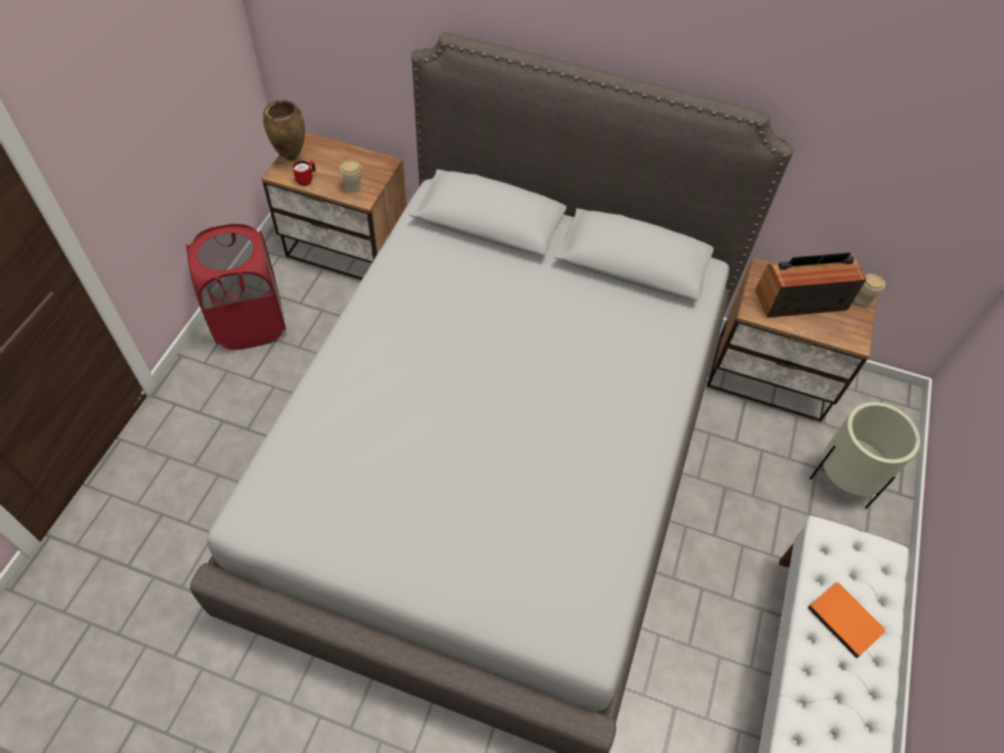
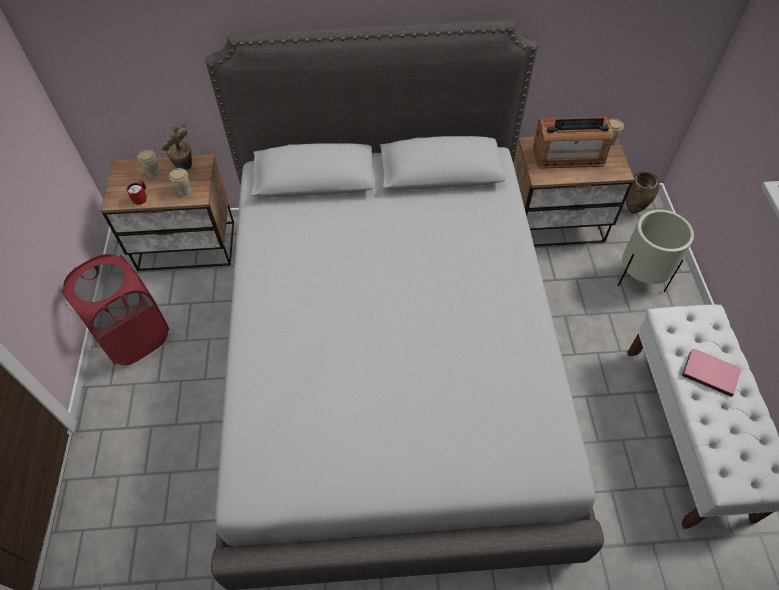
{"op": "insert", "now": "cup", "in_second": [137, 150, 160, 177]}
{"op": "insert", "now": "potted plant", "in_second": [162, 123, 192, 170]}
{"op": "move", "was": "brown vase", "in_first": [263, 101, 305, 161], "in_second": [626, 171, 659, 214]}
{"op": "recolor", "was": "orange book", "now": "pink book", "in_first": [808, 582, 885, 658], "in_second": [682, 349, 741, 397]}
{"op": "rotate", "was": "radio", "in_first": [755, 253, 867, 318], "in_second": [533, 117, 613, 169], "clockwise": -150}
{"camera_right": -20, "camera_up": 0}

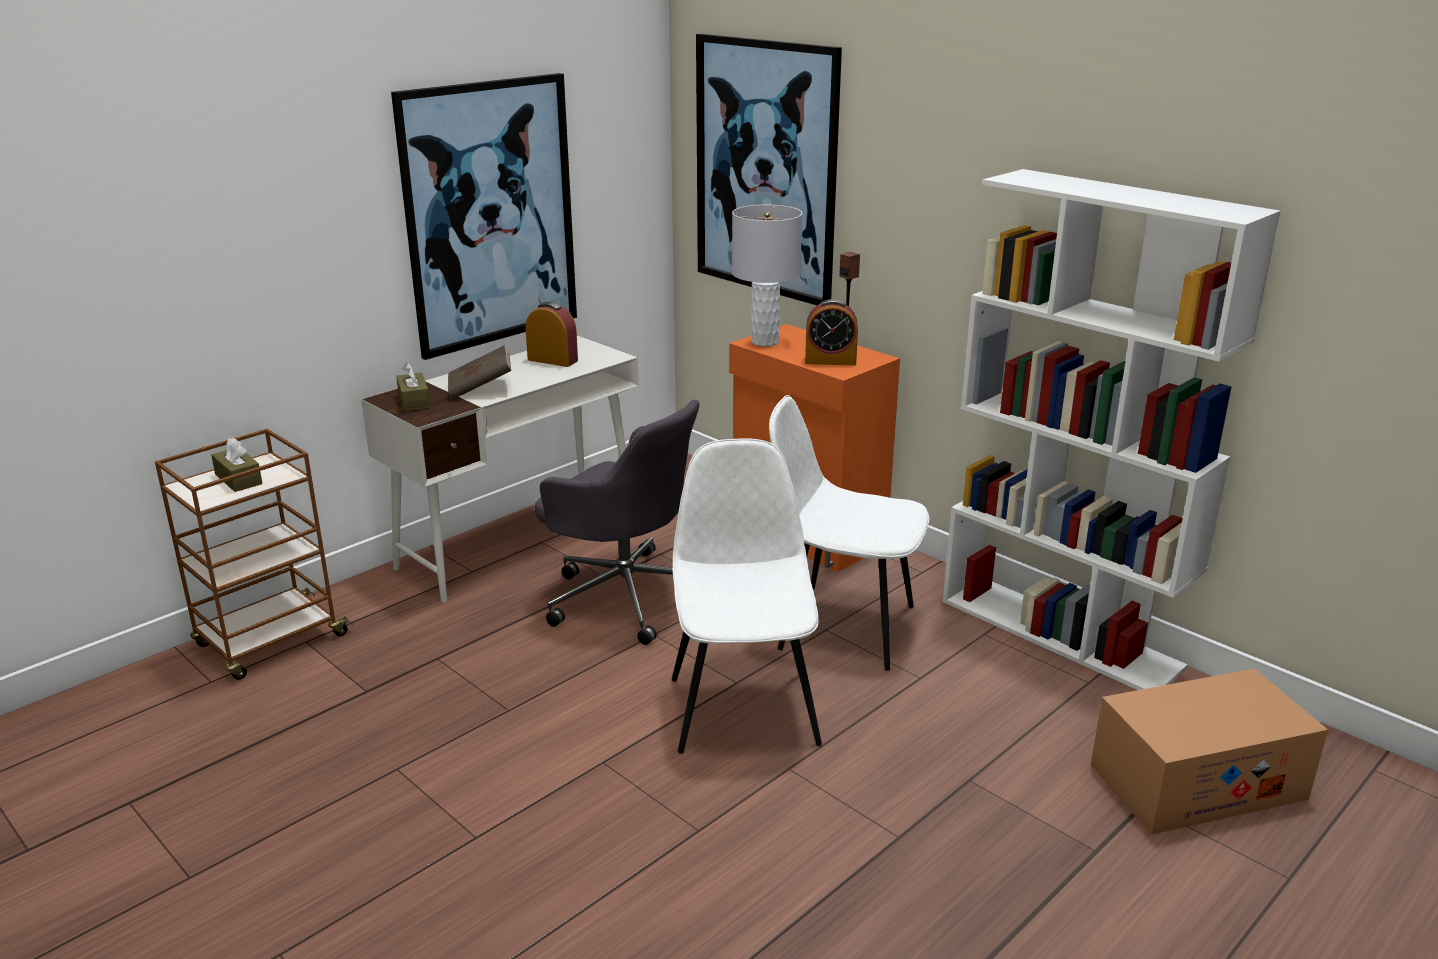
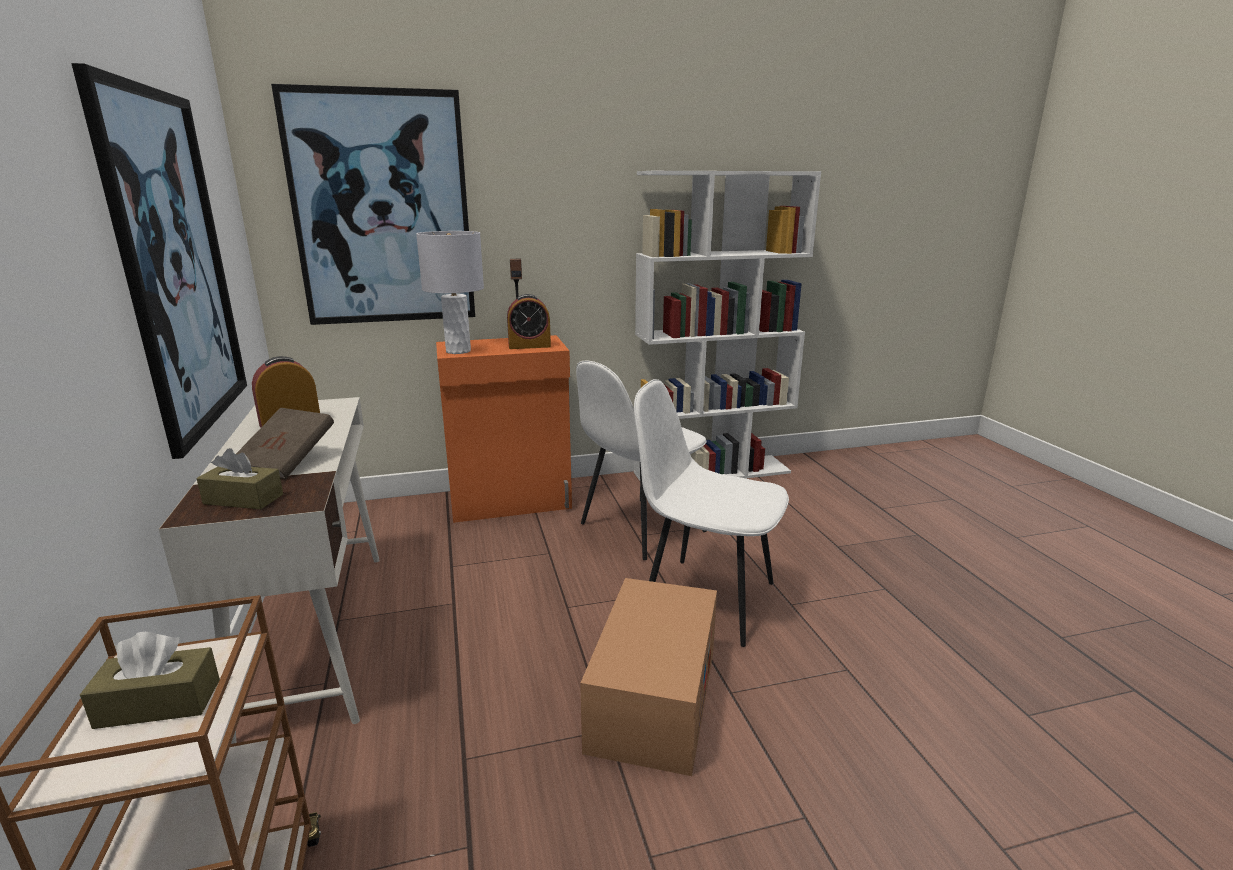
{"op": "delete", "was": "grey office chair", "in_first": [535, 400, 700, 645]}
{"op": "move", "was": "cardboard box", "in_first": [1091, 668, 1328, 835], "in_second": [580, 578, 717, 776]}
{"op": "rotate", "was": "alarm clock", "in_first": [805, 299, 858, 365], "in_second": [507, 294, 551, 349], "clockwise": 45}
{"camera_right": -60, "camera_up": -5}

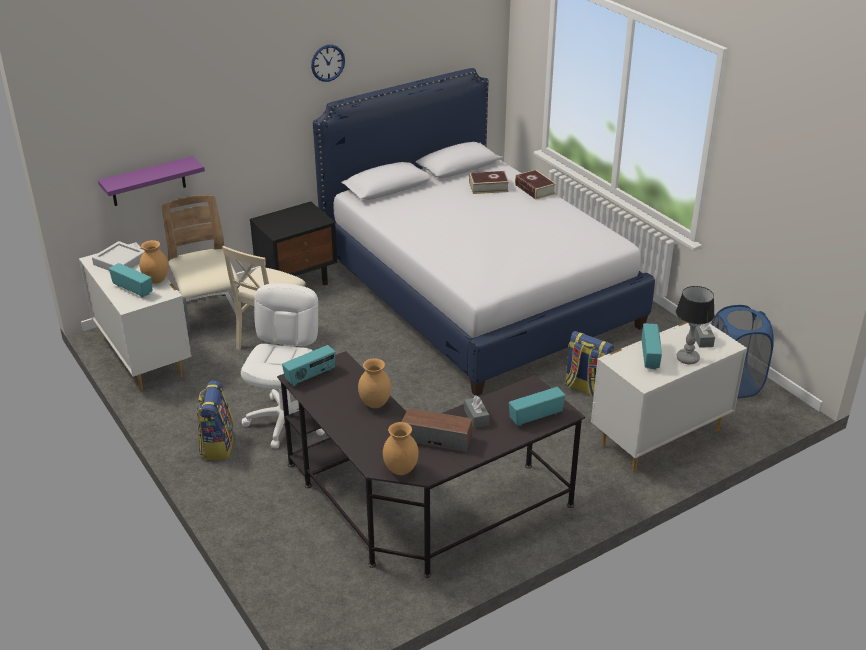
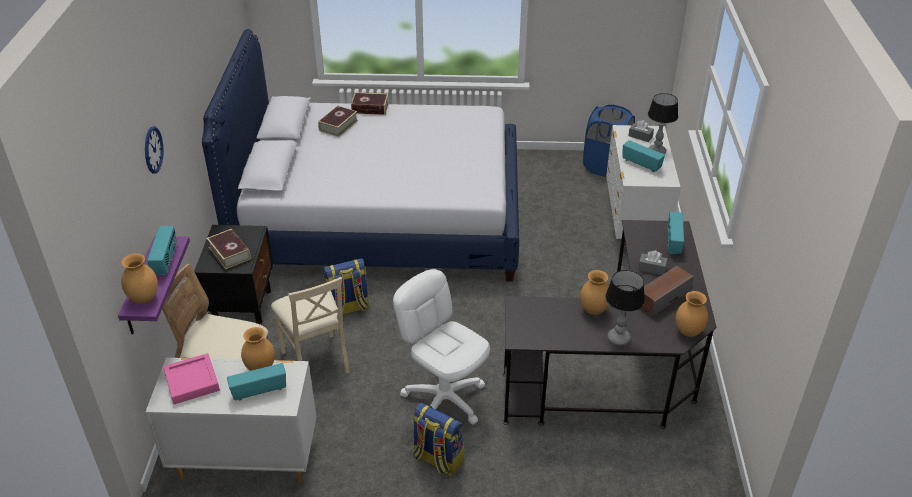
{"op": "insert", "now": "brown vase", "in_second": [121, 253, 158, 304]}
{"op": "insert", "now": "book", "in_second": [207, 229, 251, 269]}
{"op": "insert", "now": "table lamp", "in_second": [605, 270, 645, 346]}
{"op": "move", "was": "radio", "in_first": [282, 345, 336, 386], "in_second": [147, 226, 177, 275]}
{"op": "move", "was": "wall clock", "in_first": [311, 45, 345, 82], "in_second": [145, 127, 164, 174]}
{"op": "move", "was": "backpack", "in_first": [564, 331, 614, 397], "in_second": [323, 258, 370, 314]}
{"op": "recolor", "was": "grey tray", "now": "pink tray", "in_first": [92, 241, 145, 271], "in_second": [163, 353, 220, 404]}
{"camera_right": -55, "camera_up": 5}

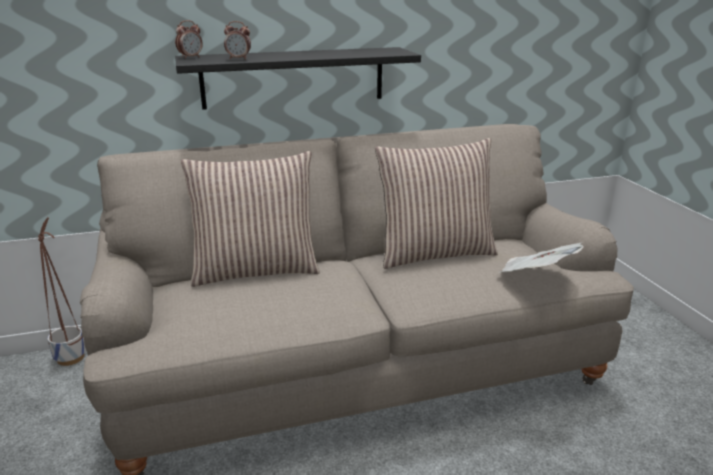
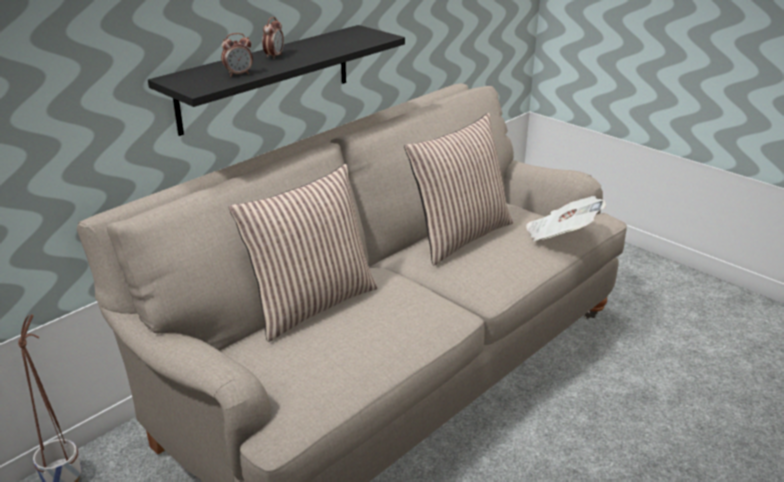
{"op": "move", "was": "alarm clock", "in_first": [175, 20, 203, 59], "in_second": [262, 17, 284, 59]}
{"camera_right": -30, "camera_up": 5}

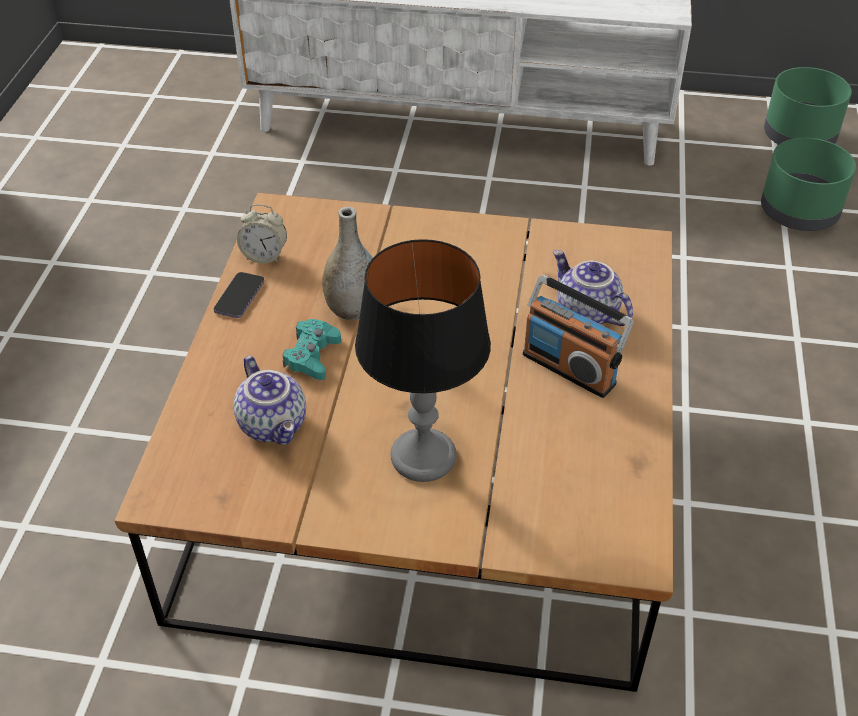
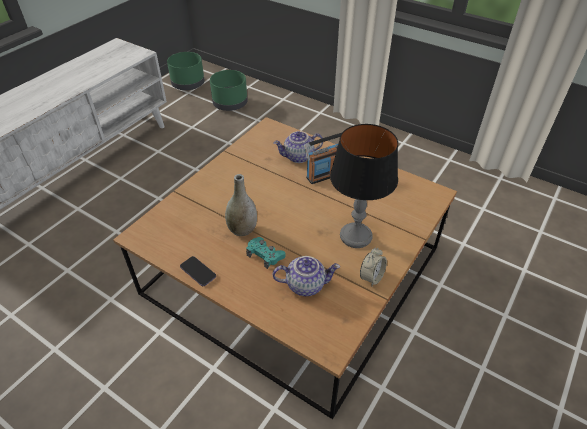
{"op": "move", "was": "alarm clock", "in_first": [237, 204, 287, 264], "in_second": [360, 247, 387, 286]}
{"camera_right": -65, "camera_up": 0}

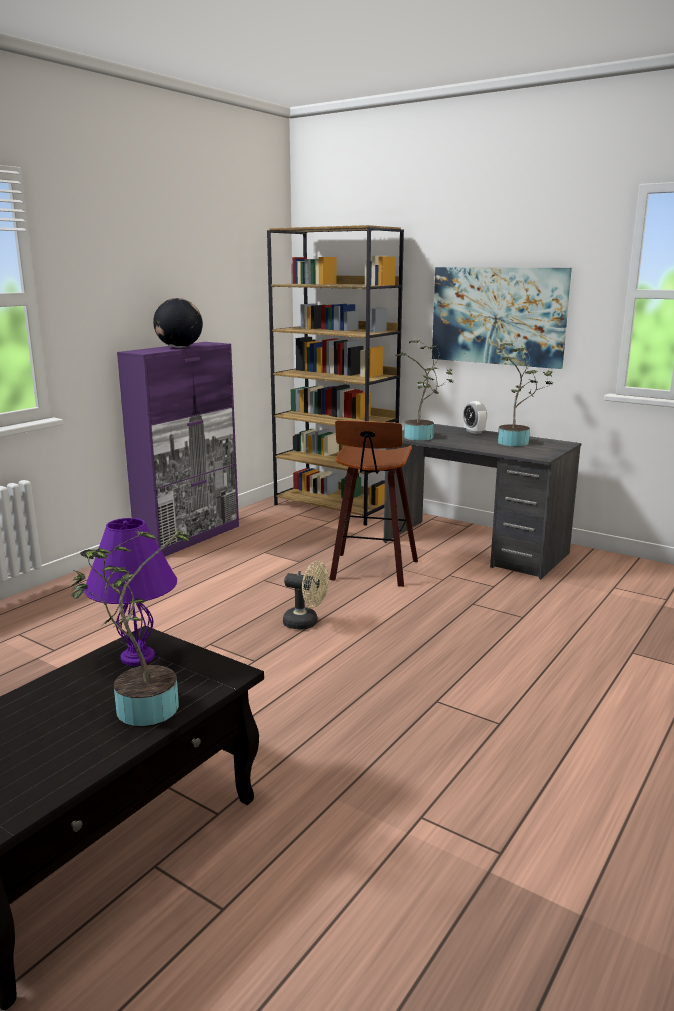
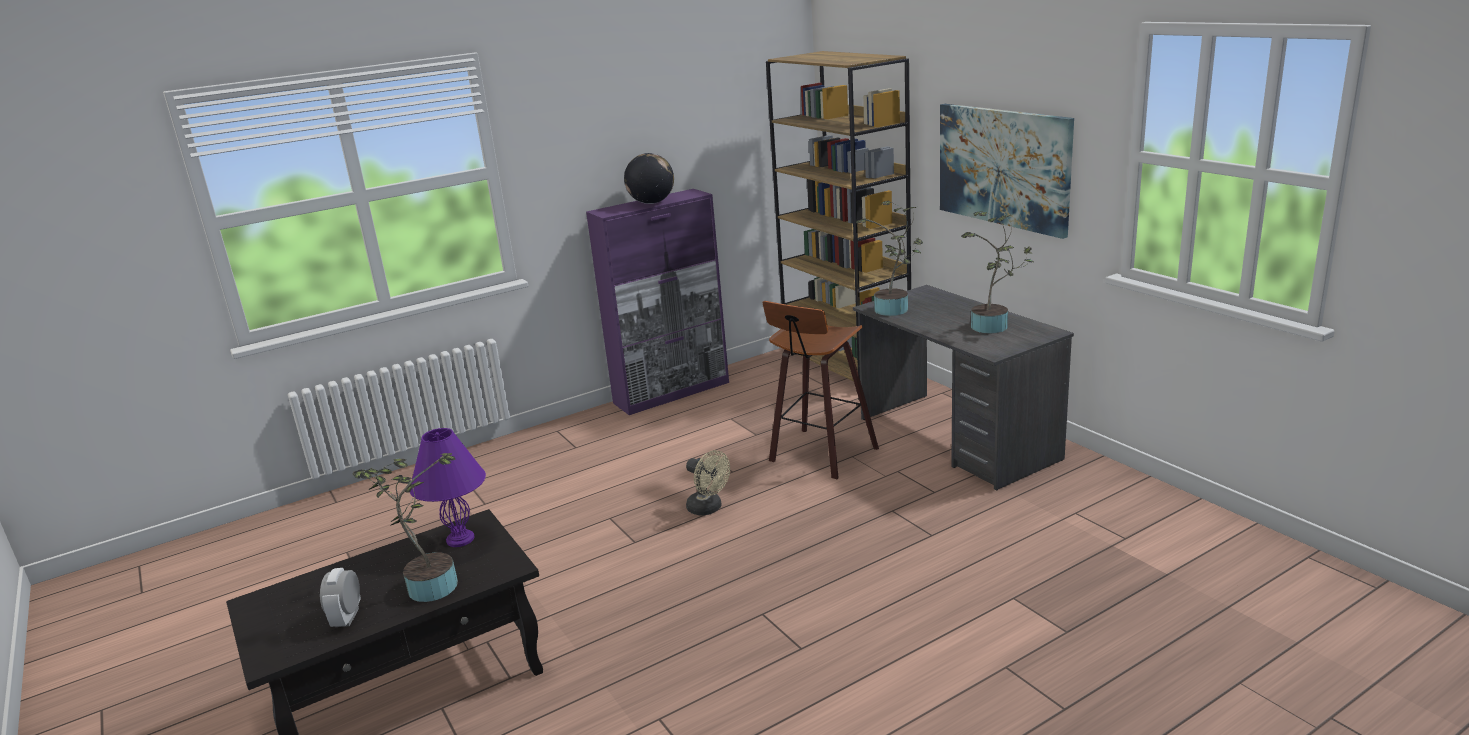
{"op": "move", "was": "alarm clock", "in_first": [463, 401, 487, 434], "in_second": [320, 568, 361, 627]}
{"camera_right": 25, "camera_up": 5}

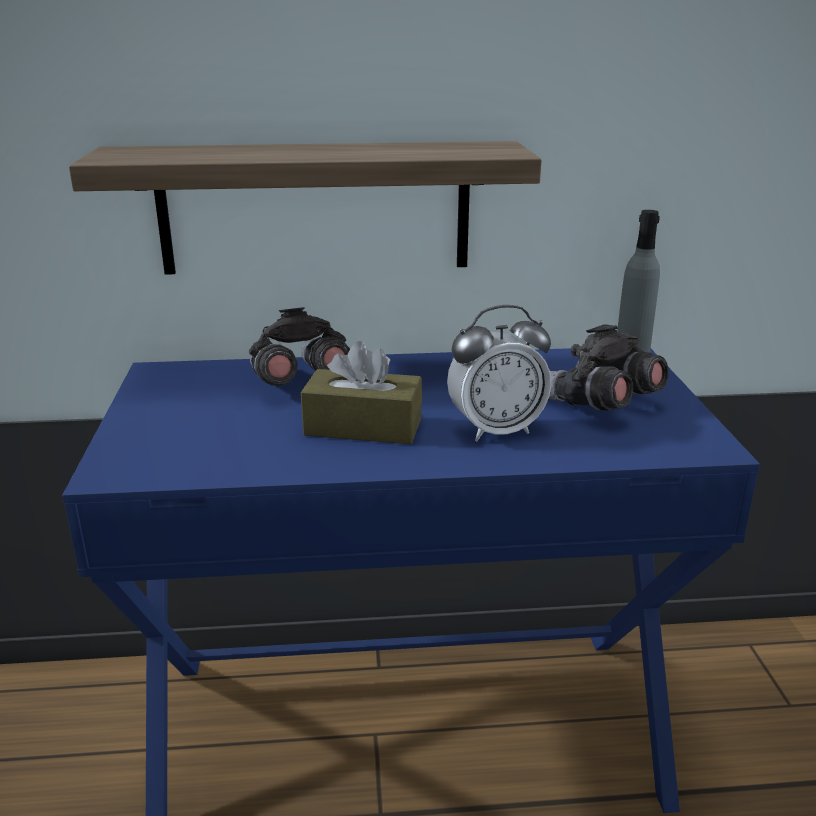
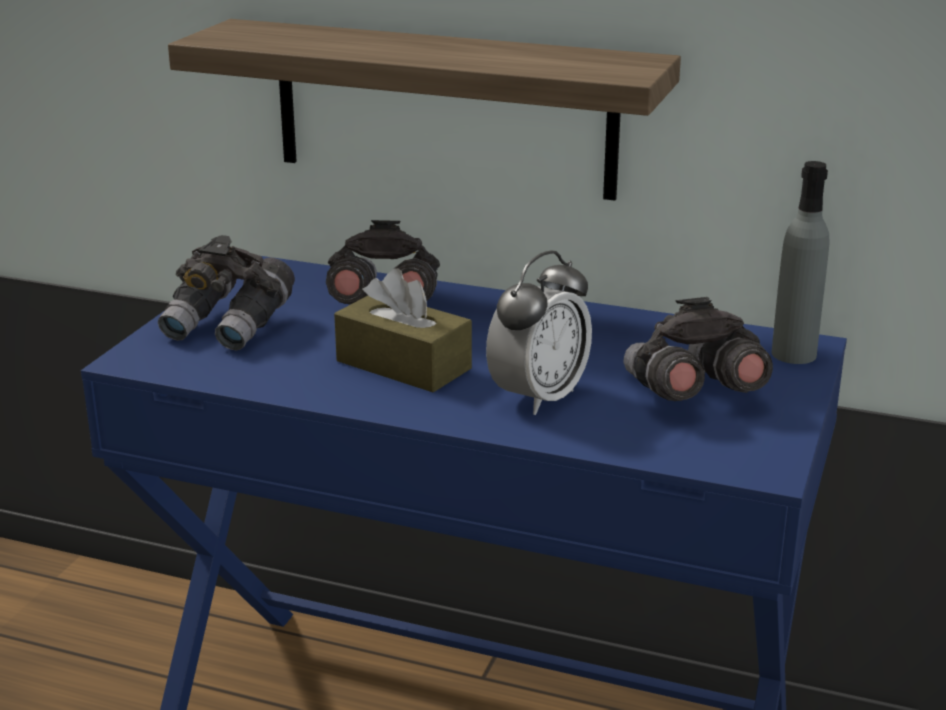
{"op": "insert", "now": "grey binoculars", "in_second": [158, 235, 295, 351]}
{"op": "rotate", "was": "alarm clock", "in_first": [447, 305, 551, 441], "in_second": [486, 250, 592, 415], "clockwise": -60}
{"camera_right": 25, "camera_up": 0}

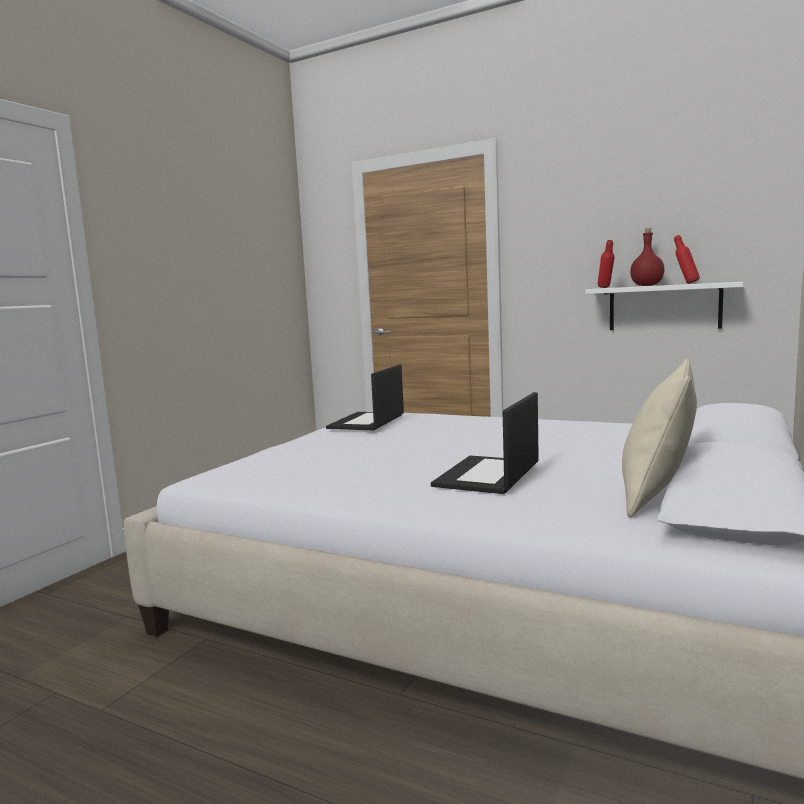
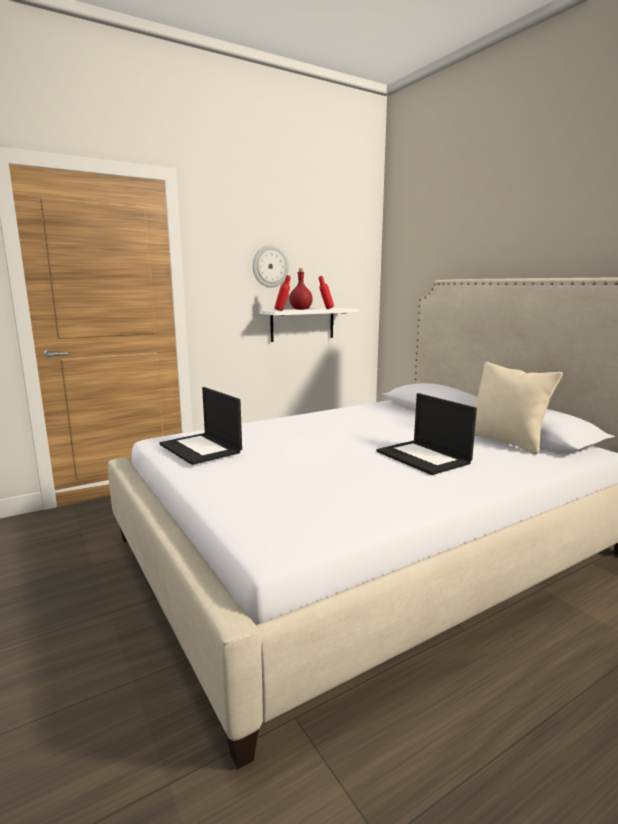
{"op": "insert", "now": "wall clock", "in_second": [253, 245, 289, 288]}
{"camera_right": -60, "camera_up": 5}

